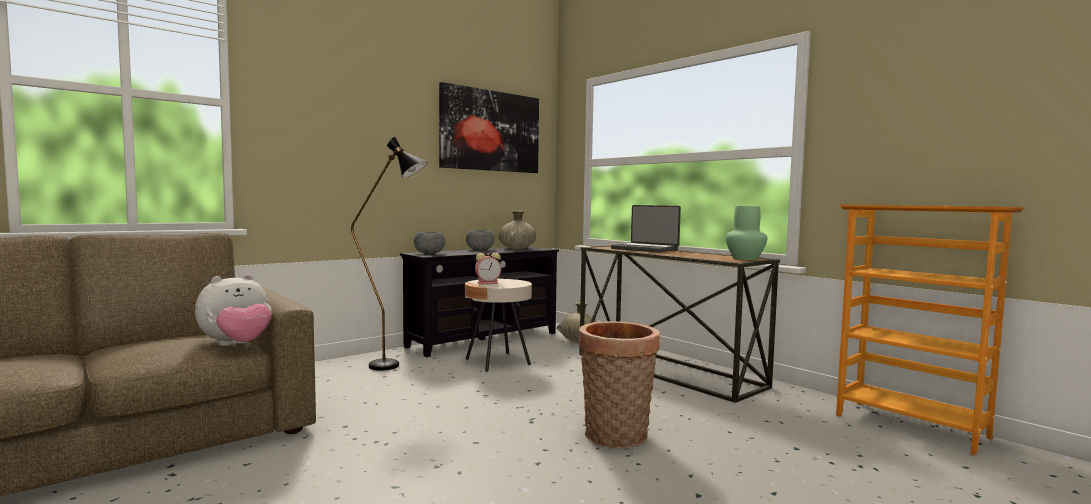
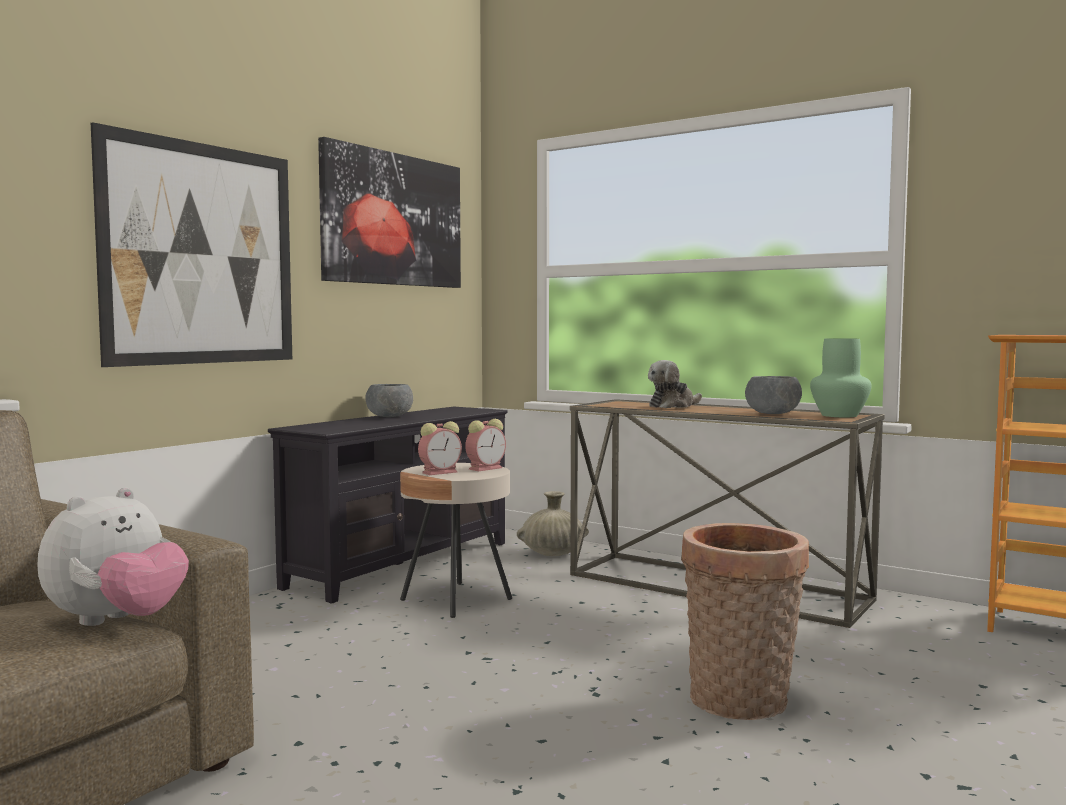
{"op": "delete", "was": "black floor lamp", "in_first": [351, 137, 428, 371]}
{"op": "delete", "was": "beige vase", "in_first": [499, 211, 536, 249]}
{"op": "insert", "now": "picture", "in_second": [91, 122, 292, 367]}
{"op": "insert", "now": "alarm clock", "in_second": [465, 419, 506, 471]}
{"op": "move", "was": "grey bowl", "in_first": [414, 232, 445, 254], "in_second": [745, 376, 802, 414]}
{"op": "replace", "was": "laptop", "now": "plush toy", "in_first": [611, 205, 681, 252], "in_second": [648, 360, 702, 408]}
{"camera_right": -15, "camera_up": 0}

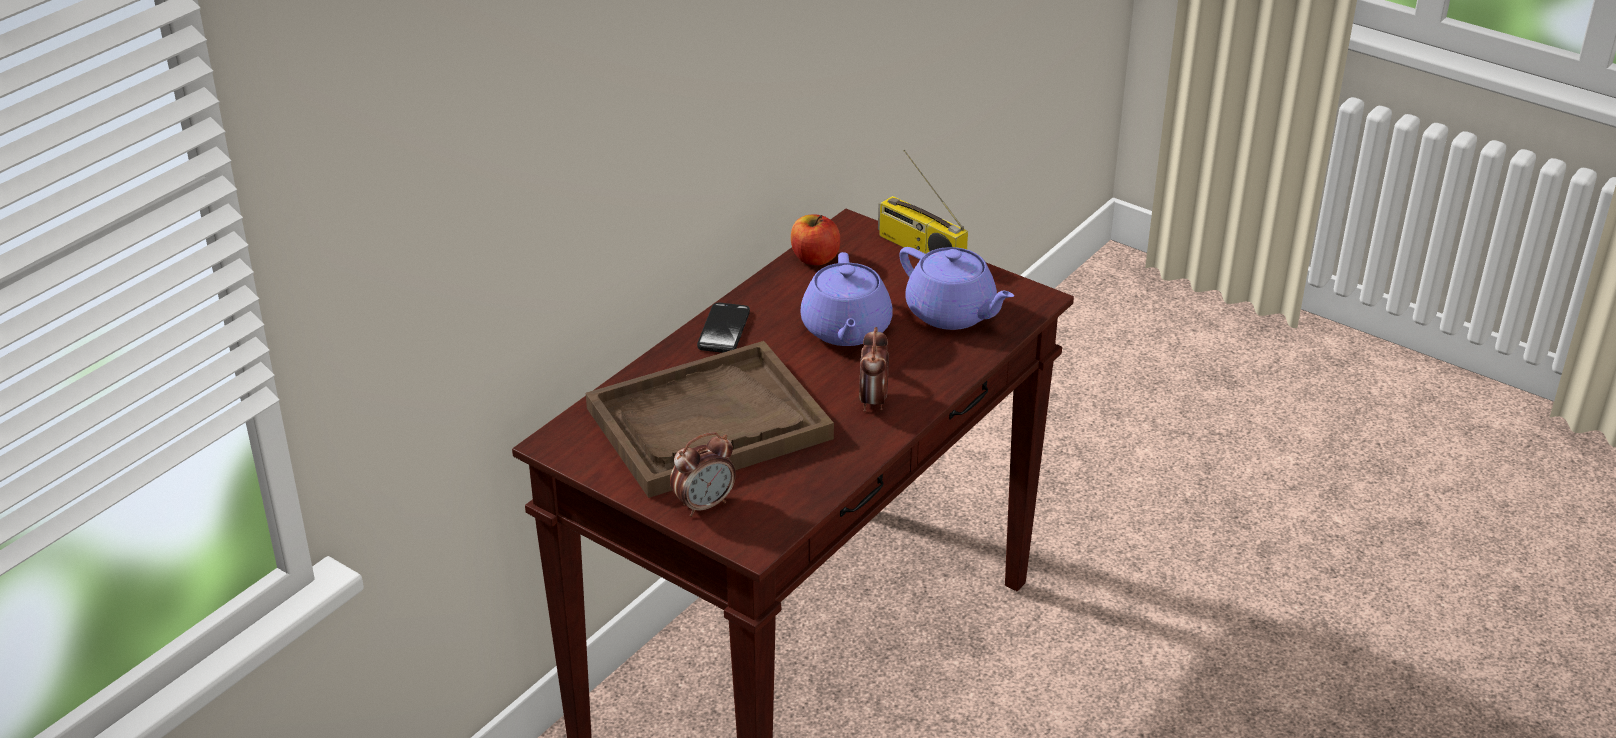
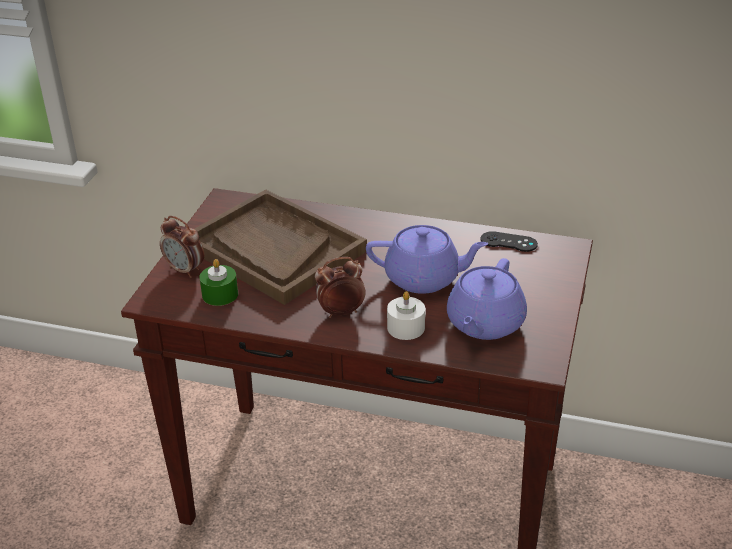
{"op": "delete", "was": "phone", "in_first": [697, 303, 750, 353]}
{"op": "delete", "was": "radio", "in_first": [878, 150, 968, 254]}
{"op": "insert", "now": "green candle", "in_second": [199, 259, 238, 306]}
{"op": "insert", "now": "white candle", "in_second": [387, 291, 425, 340]}
{"op": "replace", "was": "apple", "now": "black game controller", "in_first": [791, 214, 840, 265], "in_second": [480, 231, 538, 252]}
{"op": "rotate", "was": "purple teapot", "in_first": [800, 252, 893, 346], "in_second": [366, 225, 488, 294], "clockwise": -150}
{"camera_right": 70, "camera_up": 0}

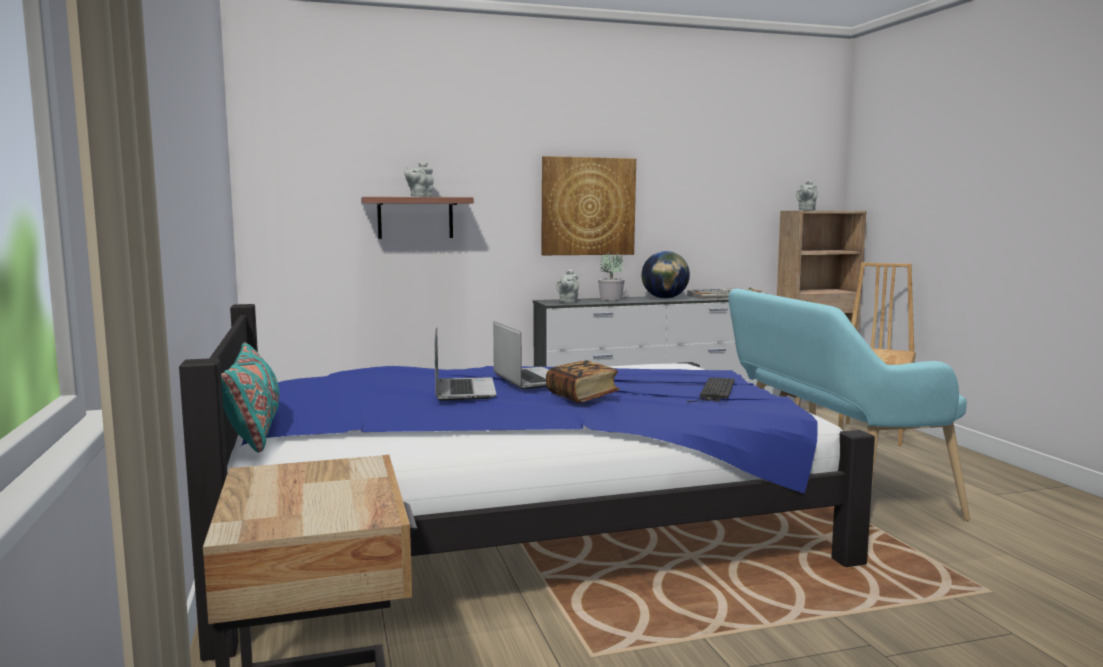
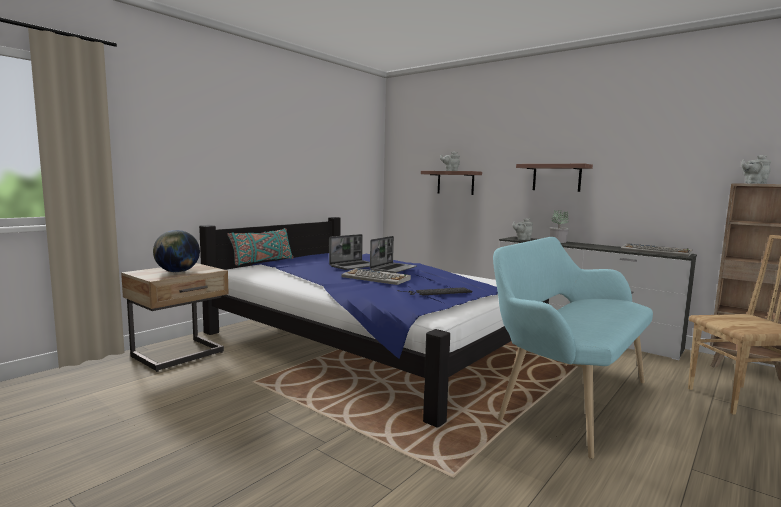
{"op": "move", "was": "globe", "in_first": [642, 251, 690, 299], "in_second": [153, 230, 200, 273]}
{"op": "replace", "was": "picture", "now": "shelf", "in_first": [541, 156, 636, 255], "in_second": [516, 164, 593, 192]}
{"op": "replace", "was": "book", "now": "keyboard", "in_first": [546, 360, 620, 403], "in_second": [341, 268, 411, 285]}
{"camera_right": 55, "camera_up": 0}

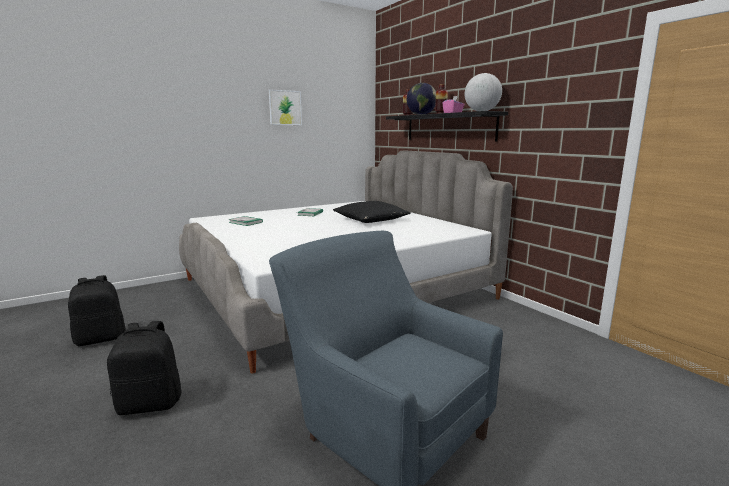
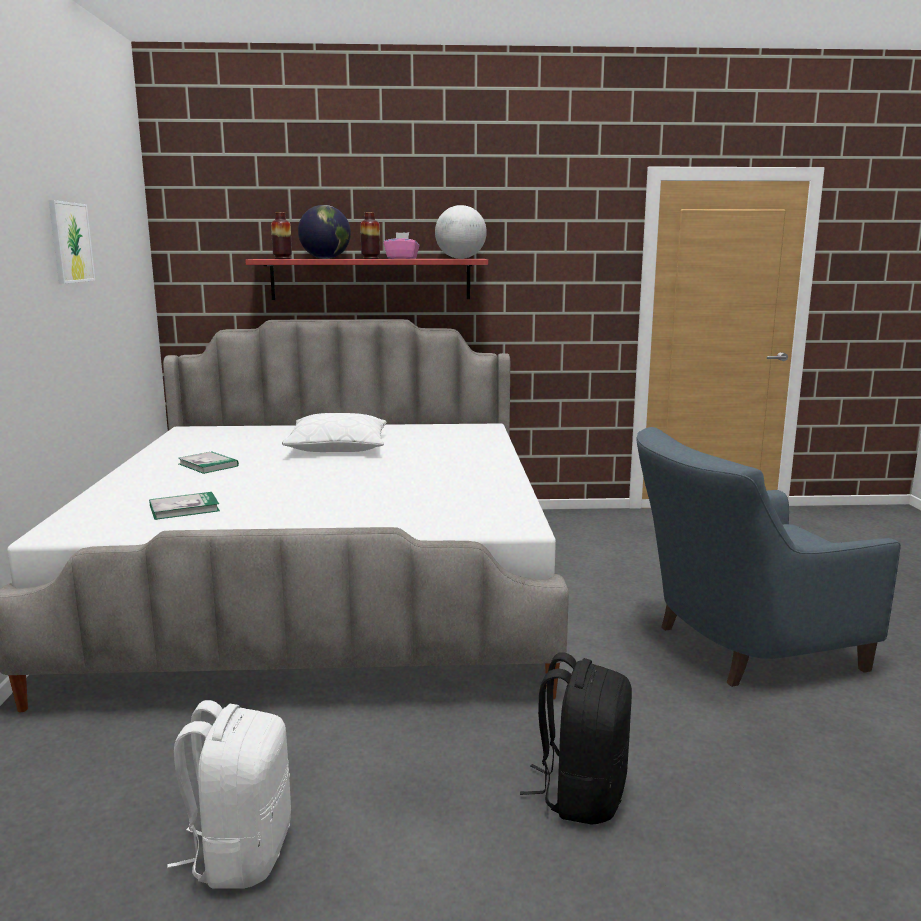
{"op": "recolor", "was": "black backpack", "now": "white backpack", "in_first": [68, 275, 126, 346], "in_second": [167, 700, 291, 889]}
{"op": "recolor", "was": "black pillow", "now": "white pillow", "in_first": [333, 201, 410, 223], "in_second": [282, 413, 386, 452]}
{"op": "recolor", "was": "black shelf", "now": "red shelf", "in_first": [386, 111, 508, 141], "in_second": [245, 259, 488, 300]}
{"camera_right": -60, "camera_up": 0}

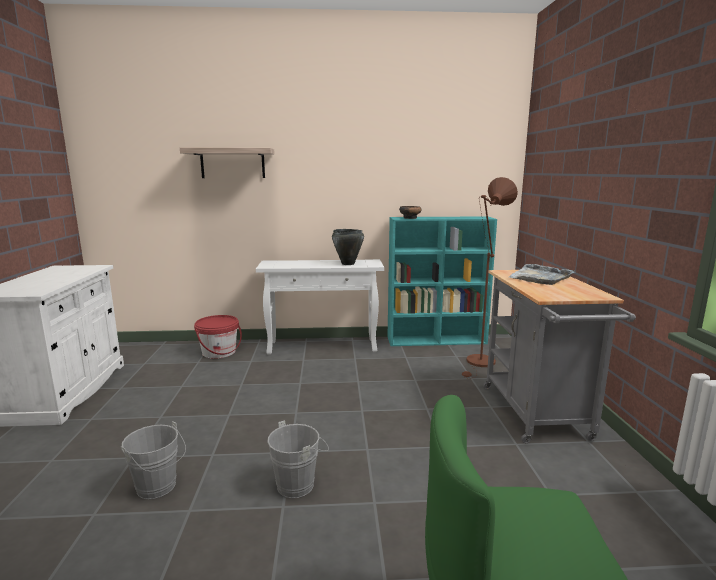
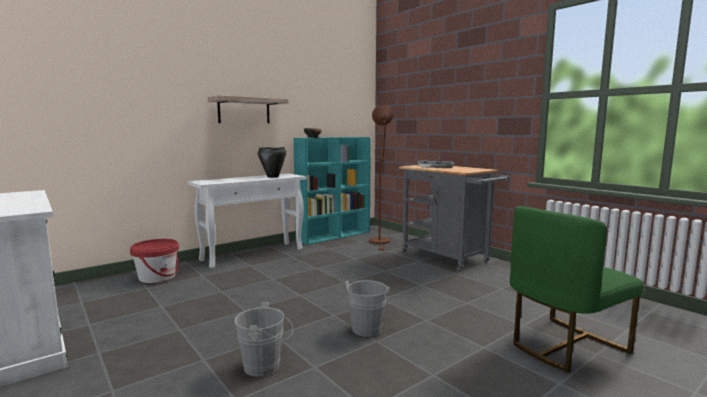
{"op": "move", "was": "shelf", "in_first": [180, 148, 274, 178], "in_second": [208, 95, 289, 124]}
{"camera_right": -35, "camera_up": -5}

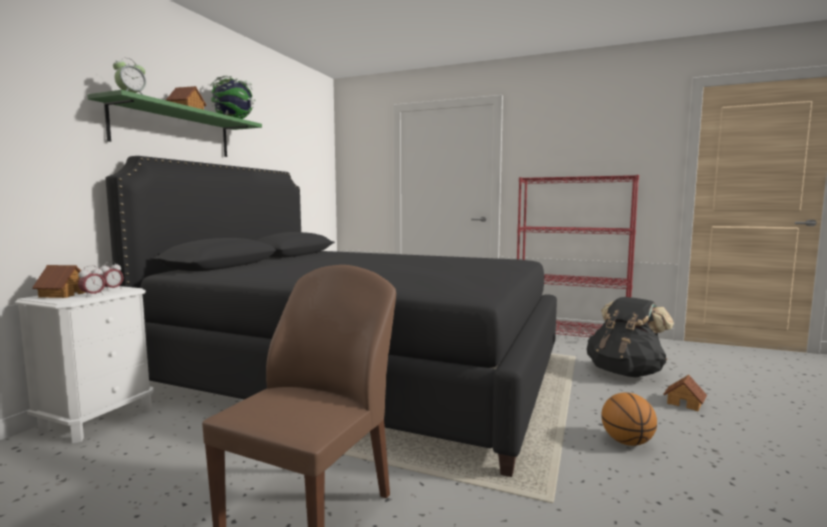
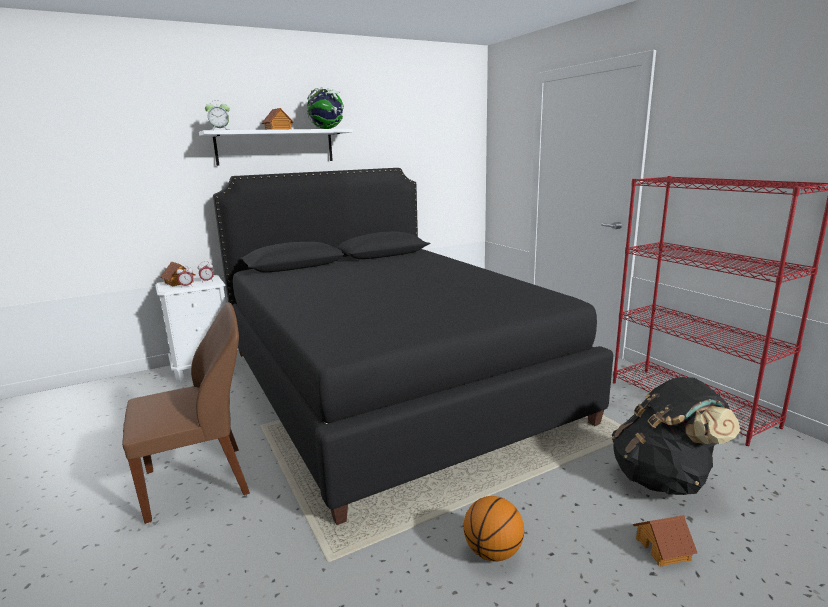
{"op": "recolor", "was": "green shelf", "now": "white shelf", "in_first": [87, 90, 262, 157], "in_second": [199, 129, 353, 166]}
{"camera_right": 40, "camera_up": 10}

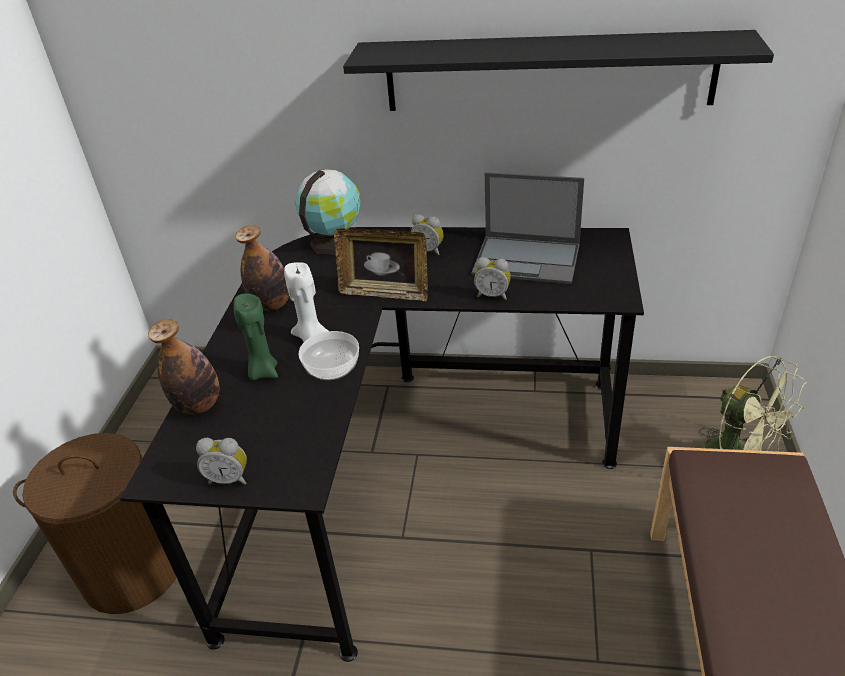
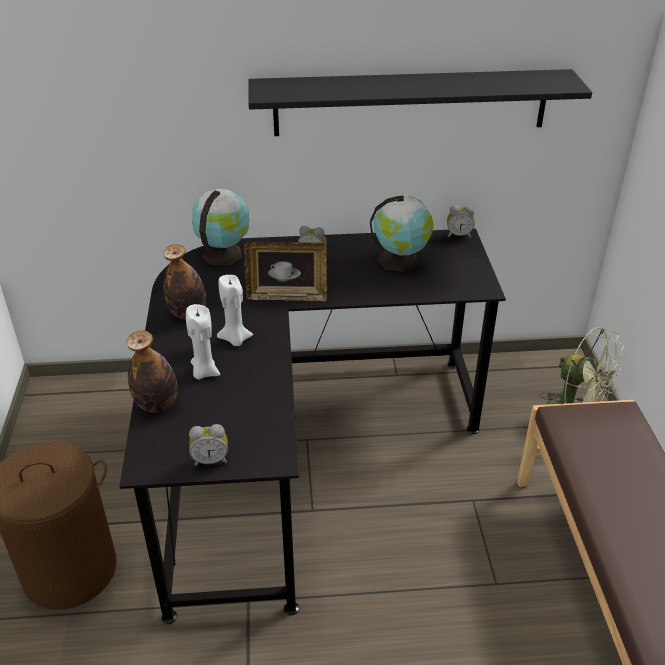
{"op": "delete", "was": "bowl", "in_first": [299, 331, 359, 380]}
{"op": "move", "was": "alarm clock", "in_first": [474, 257, 511, 300], "in_second": [447, 205, 475, 238]}
{"op": "replace", "was": "laptop", "now": "globe", "in_first": [472, 172, 584, 284], "in_second": [370, 196, 434, 272]}
{"op": "recolor", "was": "green candle", "now": "white candle", "in_first": [234, 293, 278, 381], "in_second": [186, 304, 220, 380]}
{"camera_right": -15, "camera_up": 0}

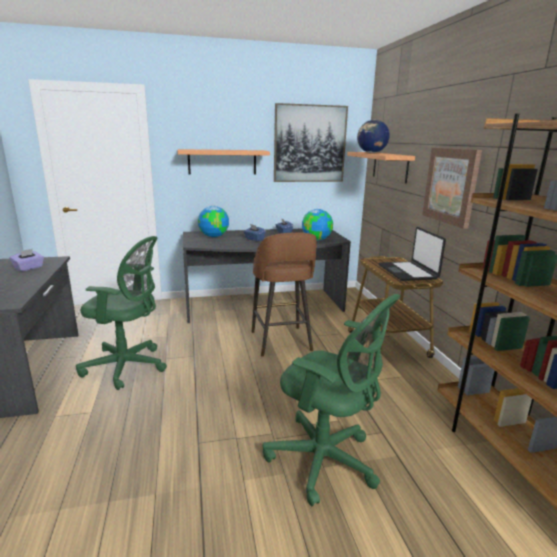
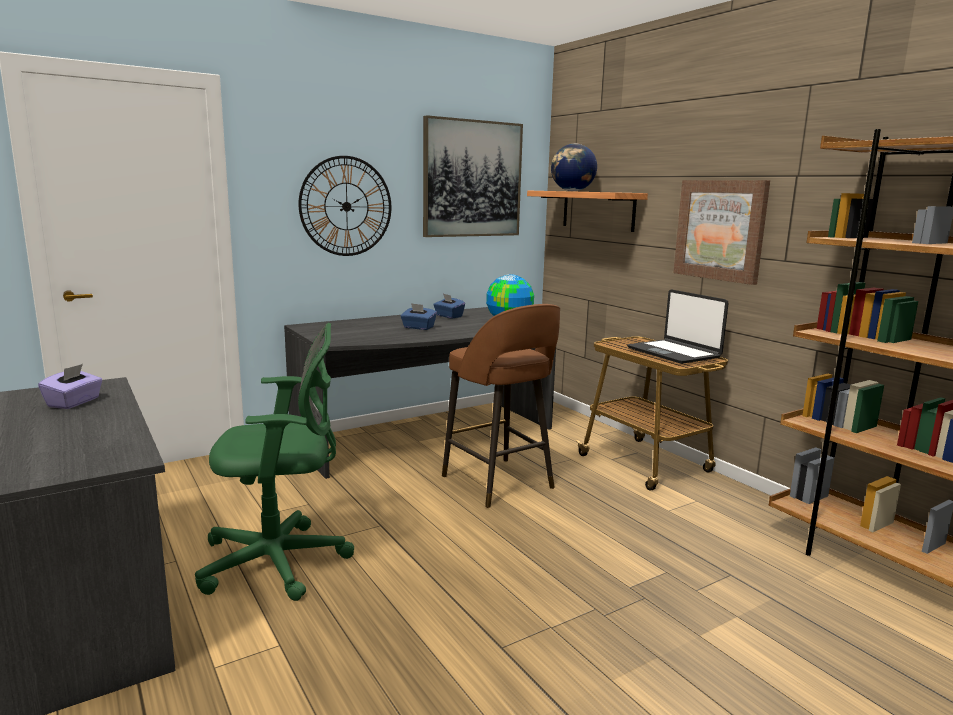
{"op": "delete", "was": "globe", "in_first": [198, 206, 229, 237]}
{"op": "delete", "was": "green office chair", "in_first": [263, 294, 400, 506]}
{"op": "replace", "was": "shelf", "now": "wall clock", "in_first": [178, 149, 270, 175], "in_second": [299, 156, 391, 256]}
{"camera_right": -20, "camera_up": -5}

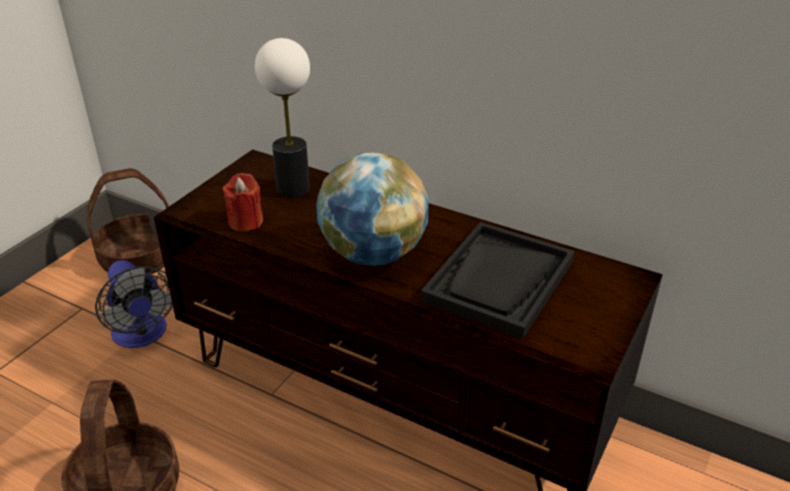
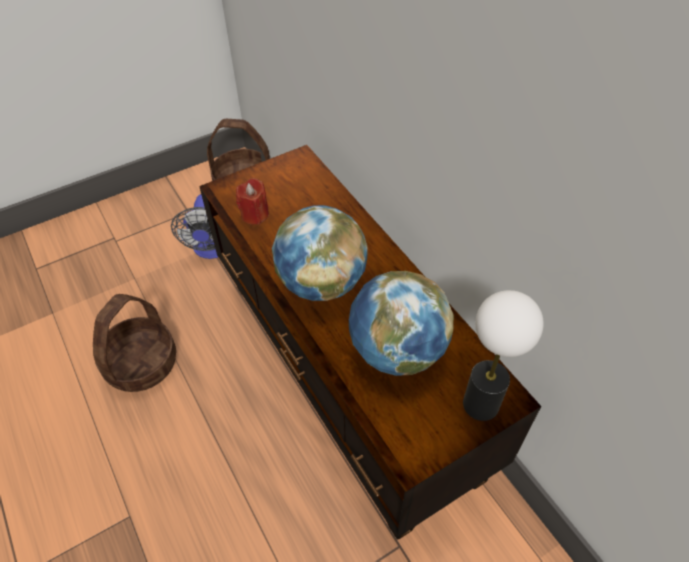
{"op": "move", "was": "table lamp", "in_first": [255, 38, 310, 198], "in_second": [463, 290, 544, 421]}
{"op": "replace", "was": "black tray", "now": "globe", "in_first": [421, 222, 575, 339], "in_second": [349, 271, 454, 376]}
{"camera_right": 30, "camera_up": 15}

